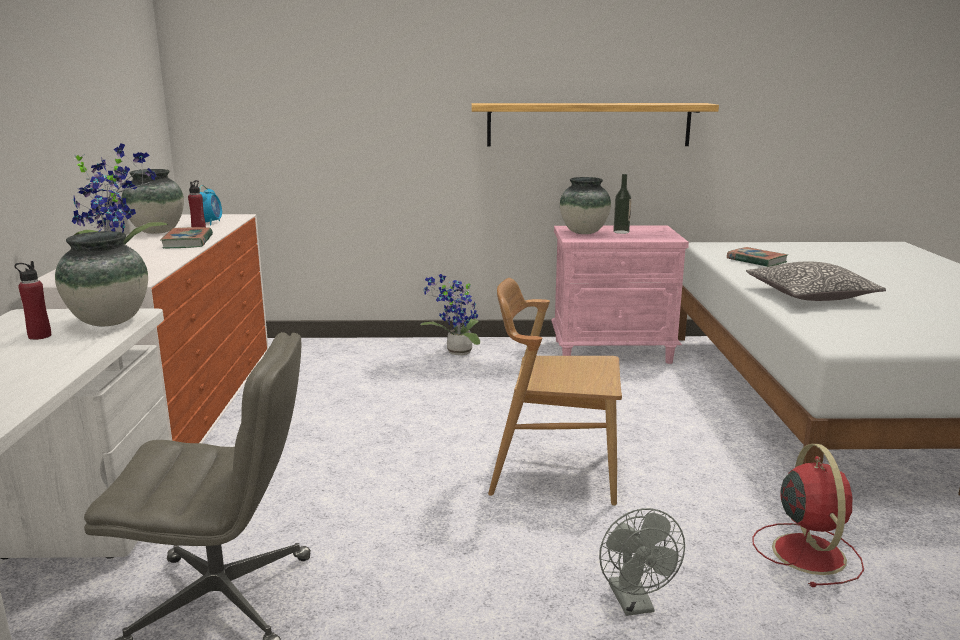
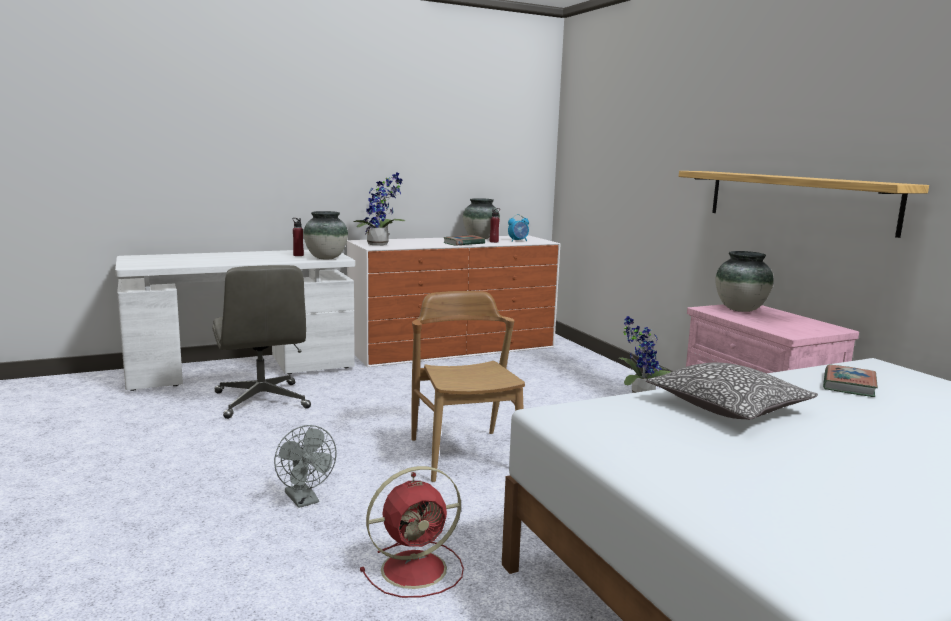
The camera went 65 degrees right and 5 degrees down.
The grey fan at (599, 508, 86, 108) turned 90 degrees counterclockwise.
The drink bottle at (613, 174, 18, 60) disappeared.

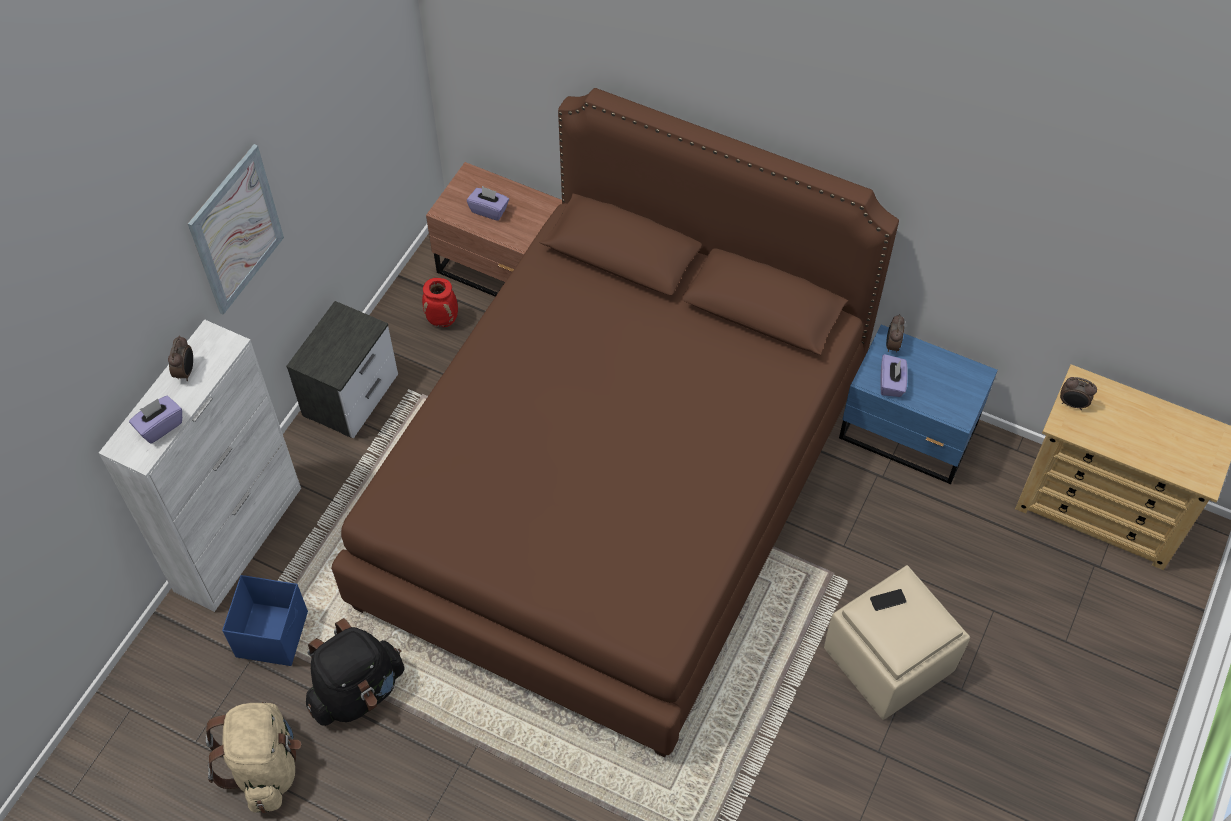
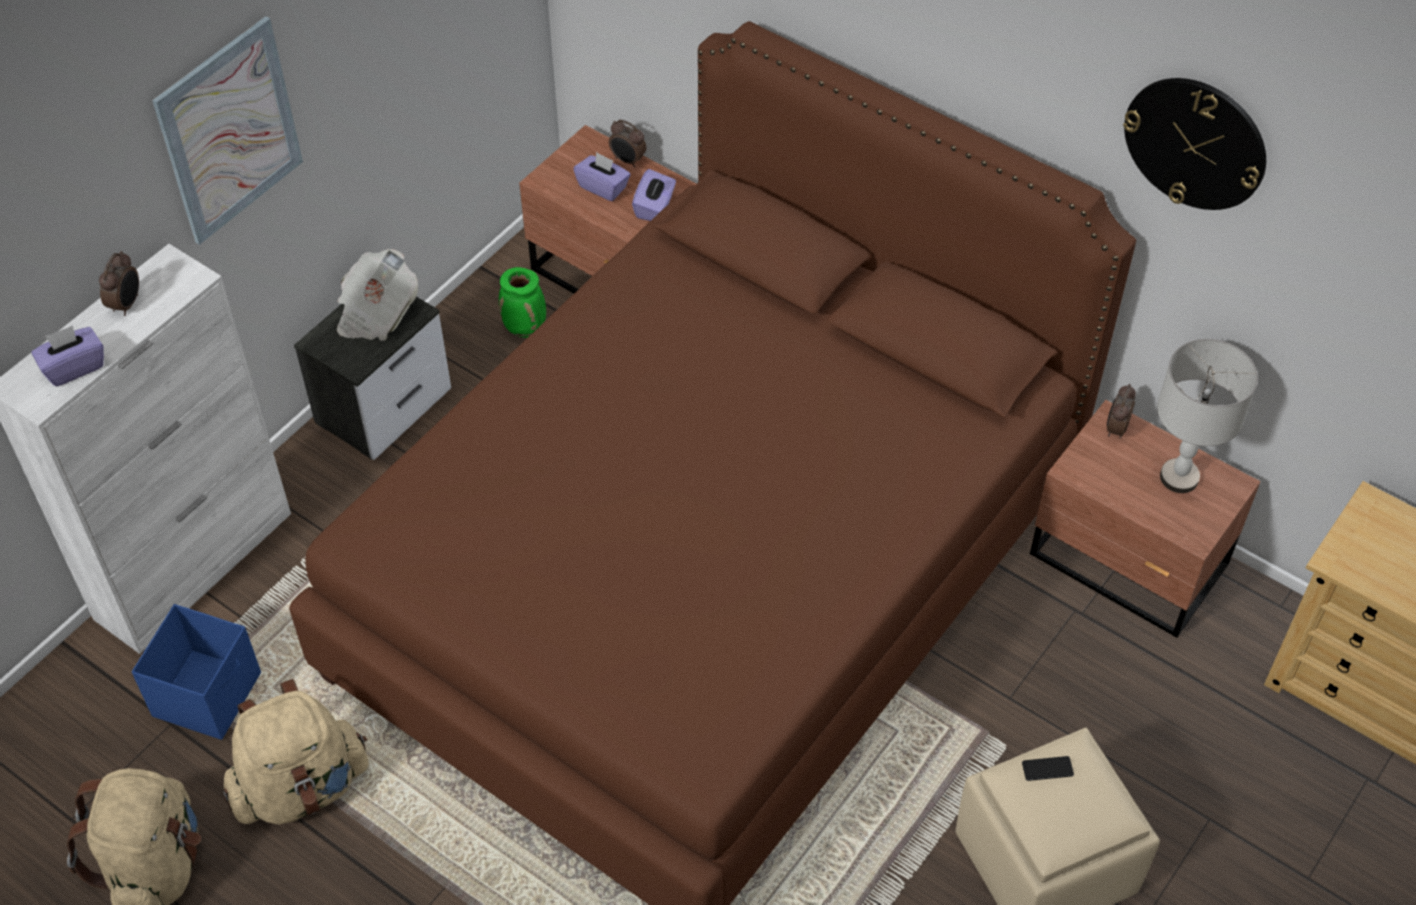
The camera went 10 degrees right and 5 degrees down.
The blackish rucksack at (306, 618, 98, 108) became the beige-coloured rucksack at (223, 679, 146, 145).
The daily paper at (337, 249, 81, 92) appeared.
The red-coloured flower vase at (422, 278, 36, 49) became the green flower vase at (499, 267, 47, 71).
The bedside clock moved from (1060, 377, 37, 33) to (609, 119, 37, 48).
The purple-coloured box of tissues moved from (880, 354, 28, 43) to (632, 169, 44, 52).
The bluish bedside table at (839, 324, 159, 160) became the brown bedside table at (1030, 400, 231, 238).
The clock on the wall at (1123, 78, 143, 132) appeared.
The grey lamp for a table at (1157, 339, 101, 154) appeared.

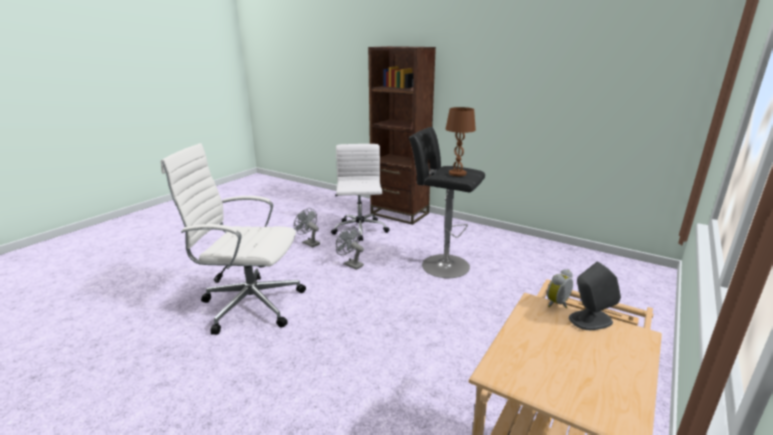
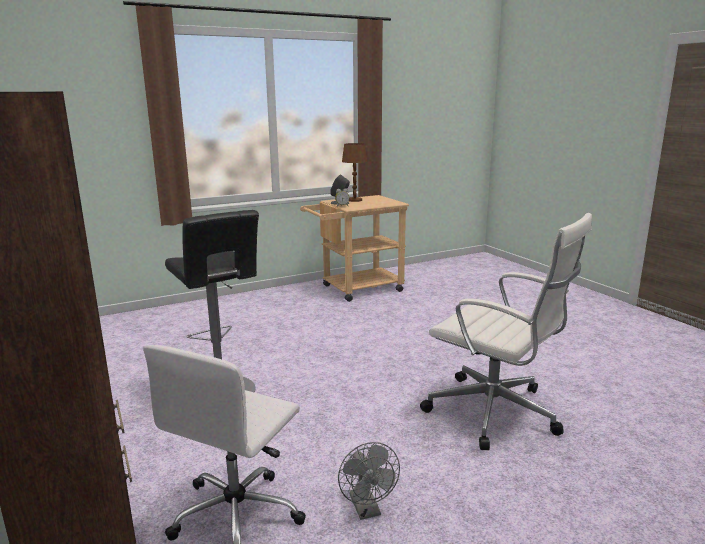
The camera went 150 degrees left and 5 degrees down.
The brown lamp for a table moved from (446, 107, 30, 69) to (342, 143, 25, 59).
The grey fan at (336, 227, 28, 43) disappeared.

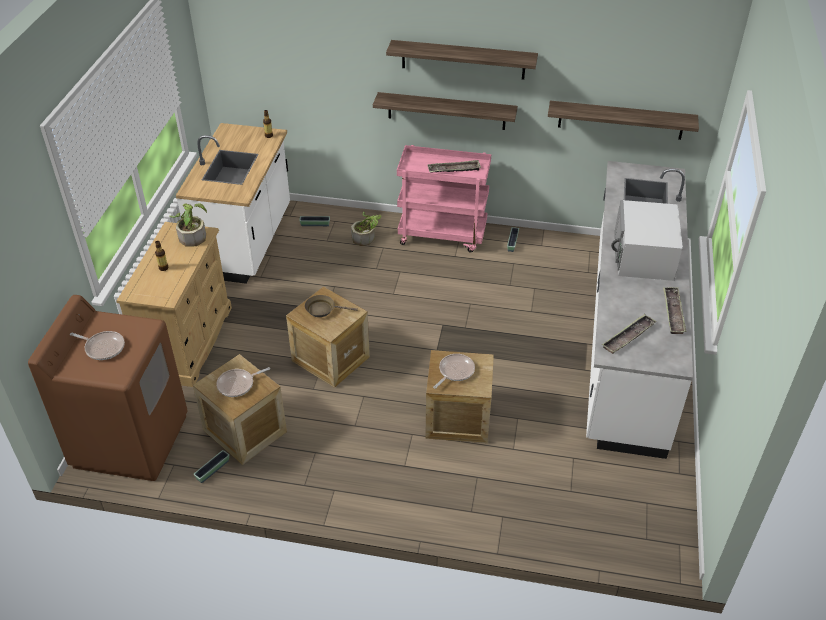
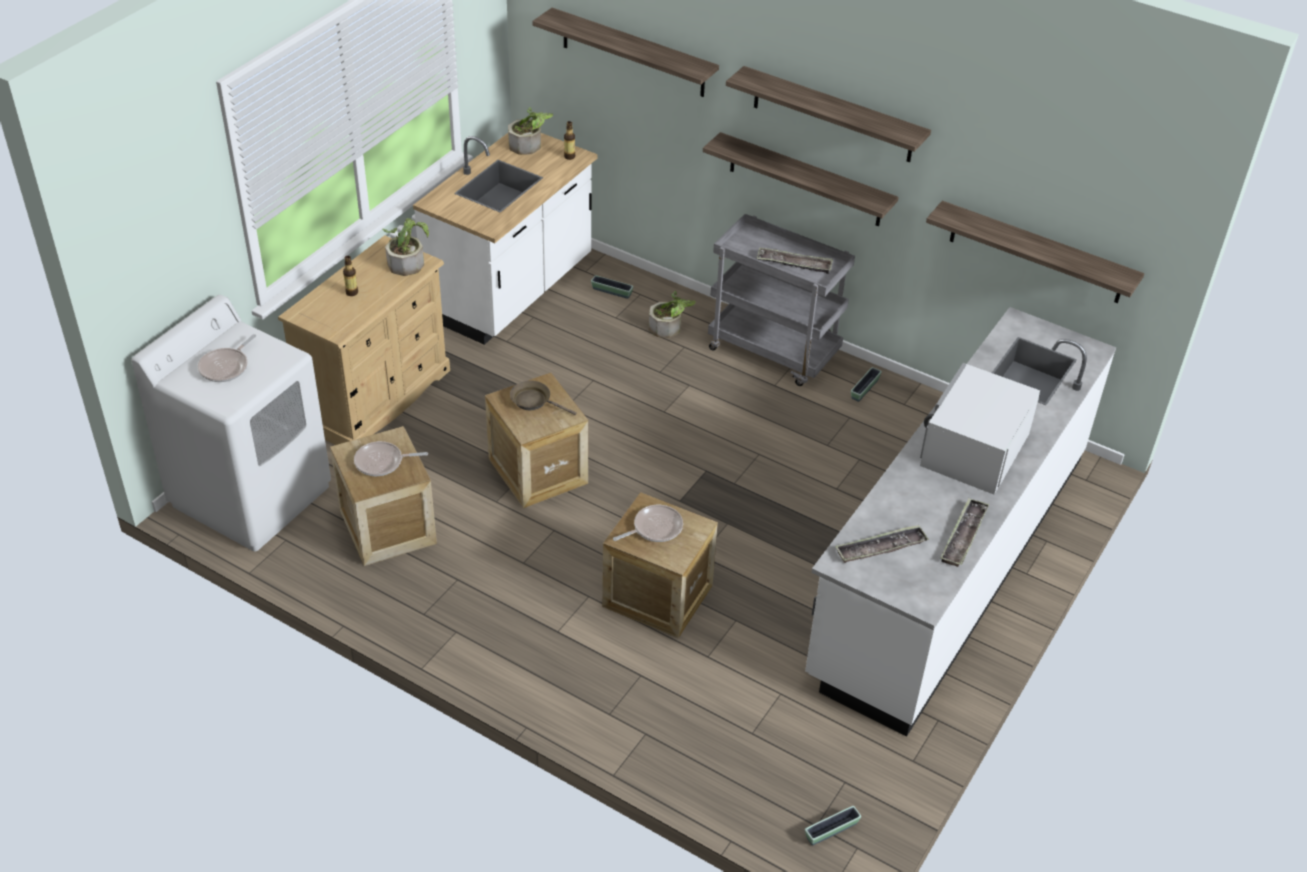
The camera went 20 degrees right and 0 degrees up.
The brown laundry appliance at (28, 295, 159, 186) became the white-coloured laundry appliance at (132, 295, 199, 257).
The skillet at (70, 331, 55, 29) turned 75 degrees clockwise.
The houseplant at (508, 107, 45, 48) appeared.
The wall shelf at (532, 8, 187, 89) appeared.
The pinkish cart at (397, 145, 94, 107) became the grey cart at (708, 214, 147, 172).
The planter moved from (194, 450, 35, 33) to (805, 806, 56, 39).

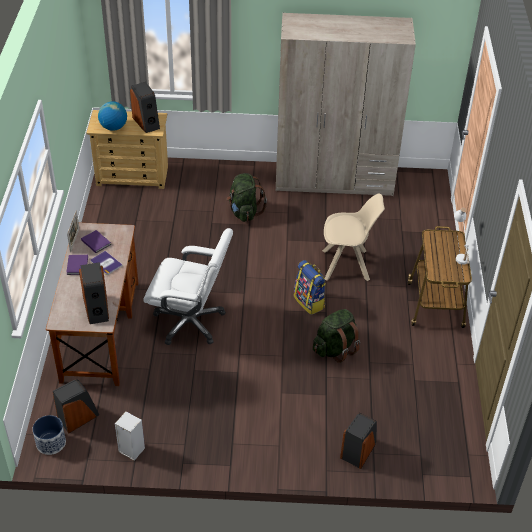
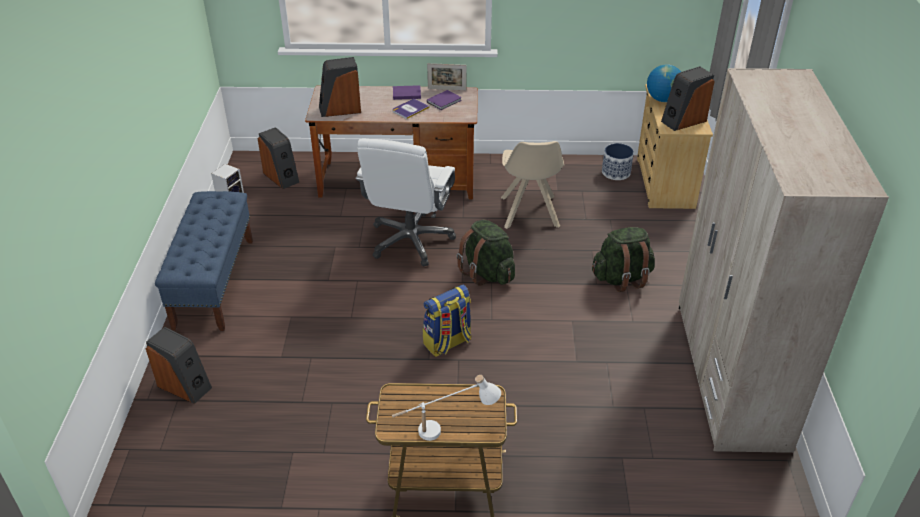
The camera went 90 degrees right and 5 degrees down.
The bluish bench at (155, 191, 98, 140) appeared.
The green rucksack moved from (313, 309, 47, 54) to (457, 219, 58, 67).
The beige-coloured plain chair moved from (322, 194, 63, 87) to (501, 141, 63, 88).
The planter moved from (33, 415, 33, 40) to (602, 143, 32, 37).

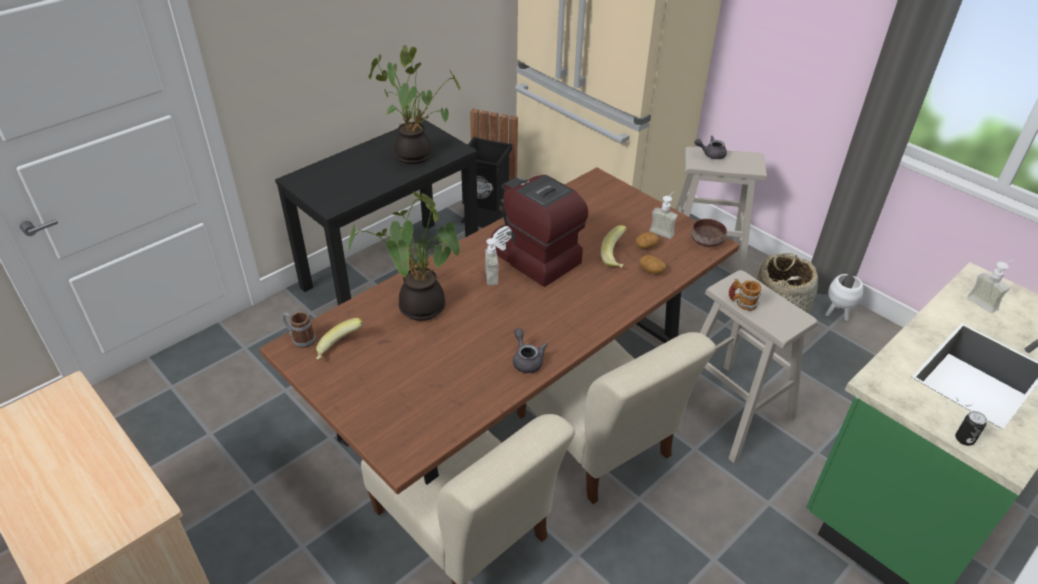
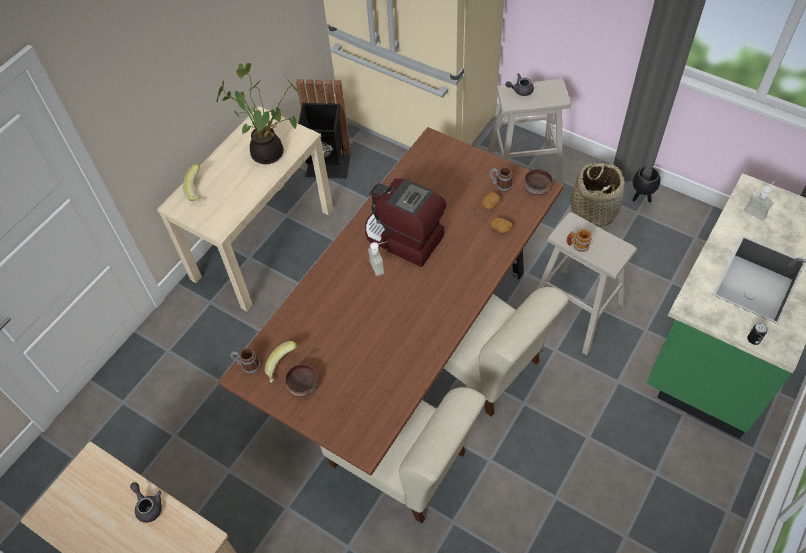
The camera went 10 degrees left and 15 degrees up.
The grey teapot moved from (513, 328, 34, 45) to (130, 482, 32, 41).
The blackish narrow table at (275, 119, 203, 186) became the beige-coloured narrow table at (157, 106, 176, 206).
The whole banana moved from (601, 225, 26, 43) to (183, 164, 19, 38).
The brown serving bowl at (285, 364, 34, 33) appeared.
The soap dispenser at (649, 191, 29, 48) was replaced by the mug at (490, 167, 22, 25).
The white-coloured planter at (825, 274, 38, 47) became the blackish planter at (632, 167, 28, 35).
The houseplant at (348, 192, 112, 129) disappeared.

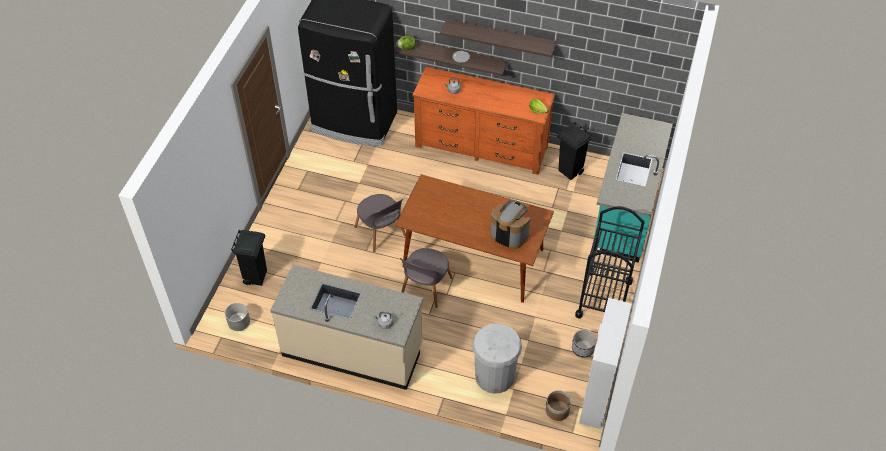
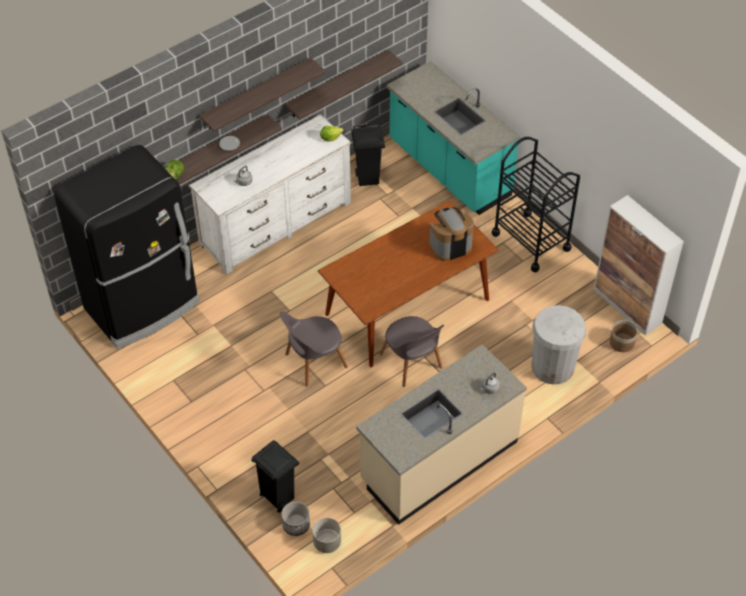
The camera went 55 degrees left and 0 degrees up.
The orange-coloured dresser at (412, 67, 143, 108) became the white-coloured dresser at (189, 114, 162, 160).
The grey plain chair at (354, 194, 52, 58) turned 150 degrees clockwise.
The planter moved from (572, 329, 24, 29) to (281, 501, 29, 35).
The wall shelf at (285, 50, 118, 70) appeared.

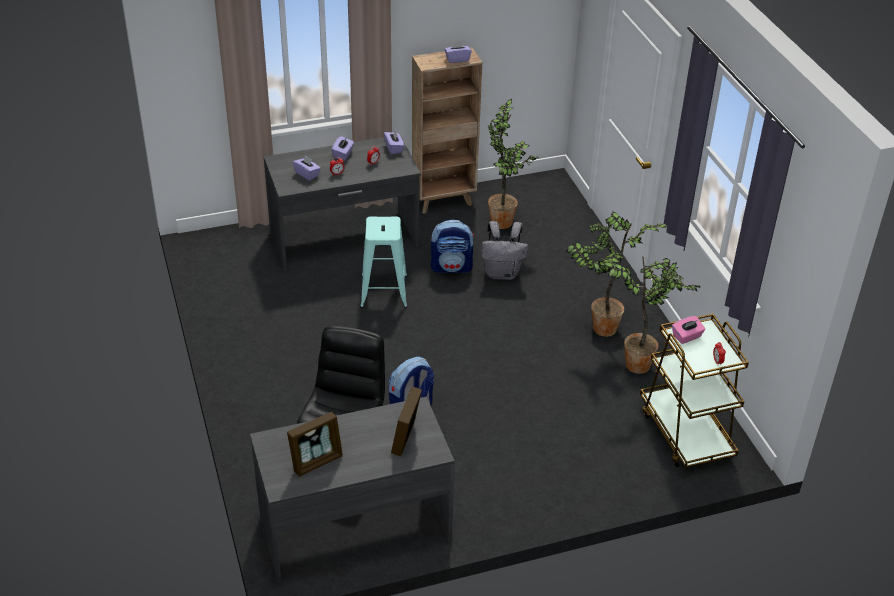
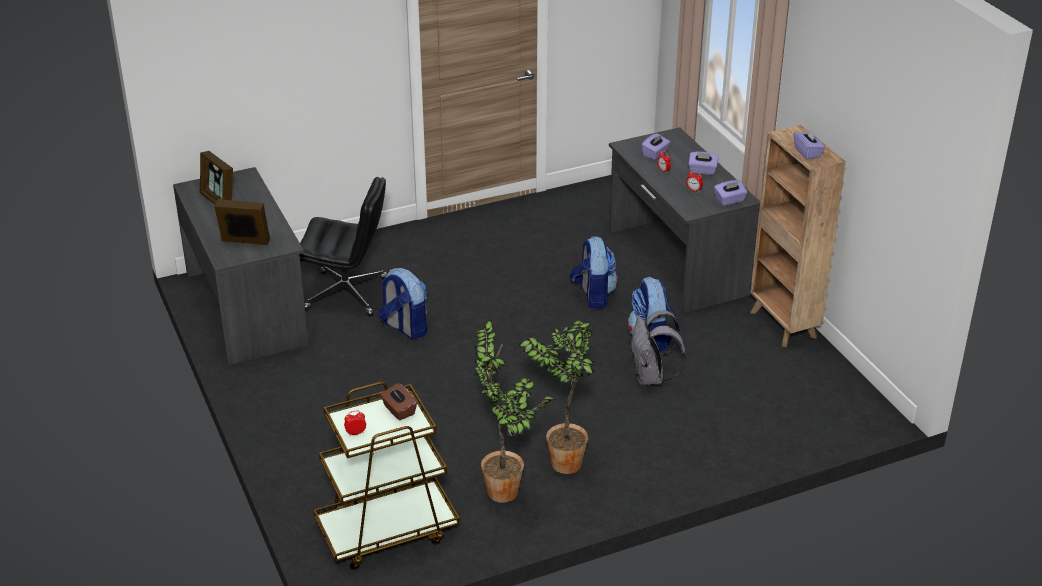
The camera went 85 degrees right and 5 degrees down.
The pinkish box of tissues at (672, 316, 33, 28) became the brown box of tissues at (380, 383, 37, 37).
The turquoise-coloured sitting stool at (360, 216, 47, 92) was replaced by the rucksack at (570, 236, 48, 73).
The houseplant at (488, 99, 51, 130) disappeared.

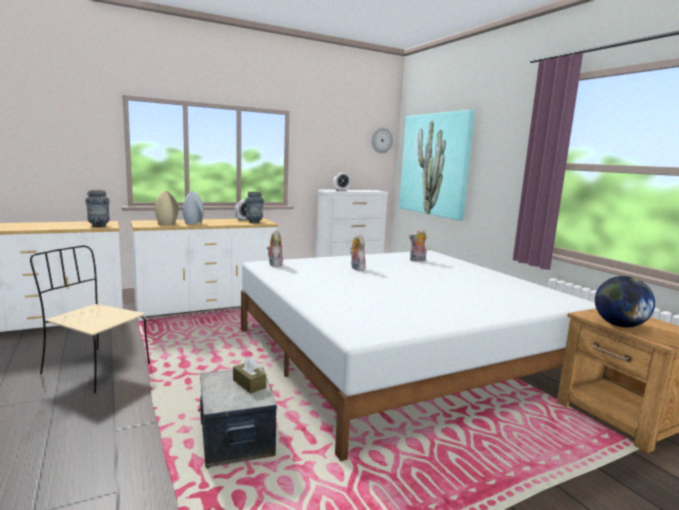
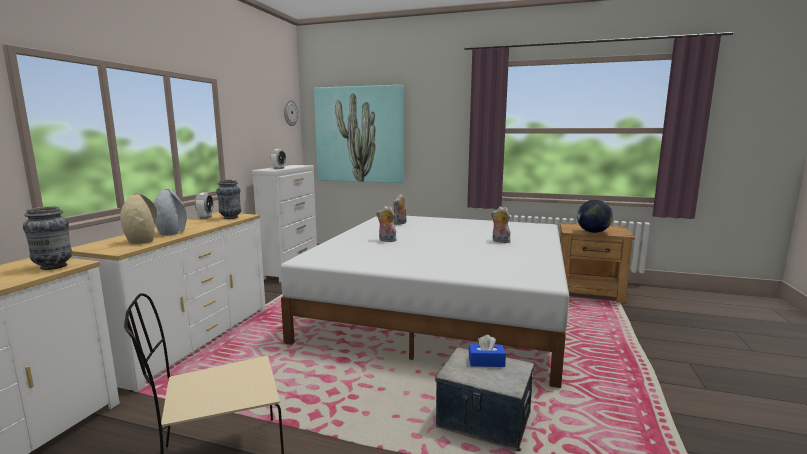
The camera went 45 degrees left and 0 degrees up.
The brown box of tissues at (233, 357, 33, 37) became the bluish box of tissues at (469, 335, 37, 32).
The plush toy moved from (267, 229, 16, 38) to (491, 207, 19, 36).

